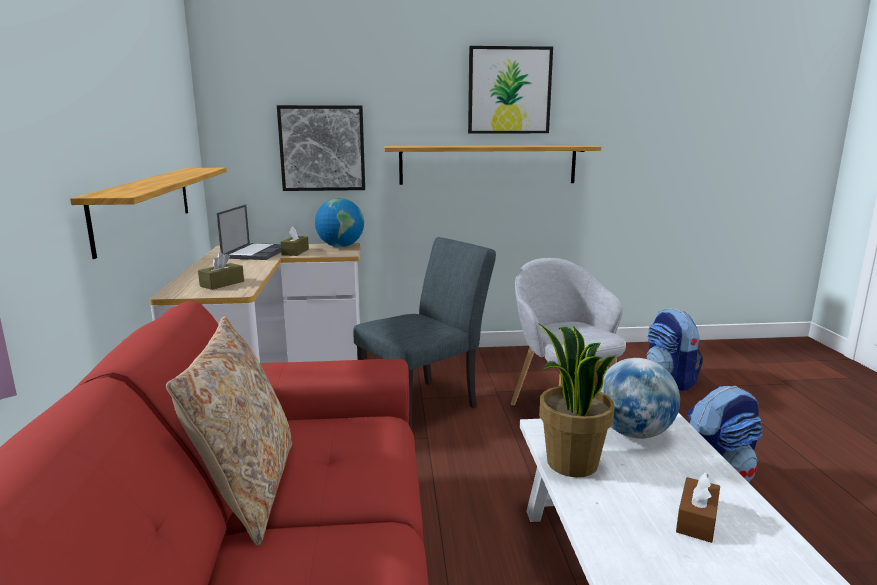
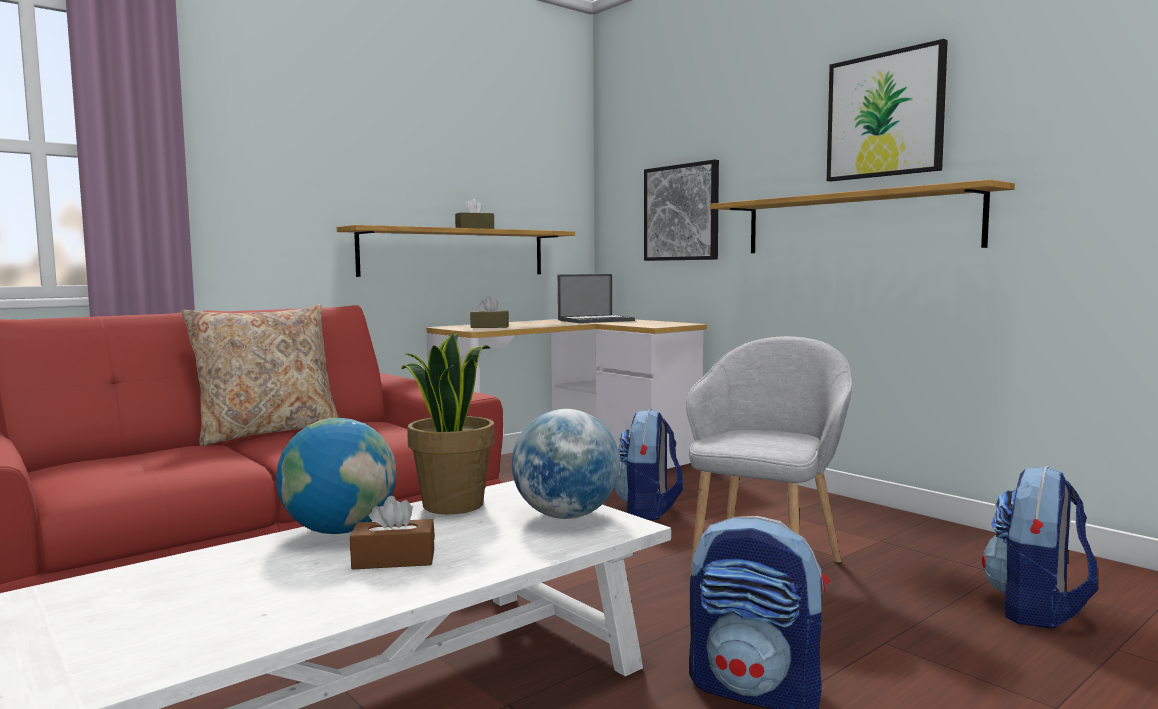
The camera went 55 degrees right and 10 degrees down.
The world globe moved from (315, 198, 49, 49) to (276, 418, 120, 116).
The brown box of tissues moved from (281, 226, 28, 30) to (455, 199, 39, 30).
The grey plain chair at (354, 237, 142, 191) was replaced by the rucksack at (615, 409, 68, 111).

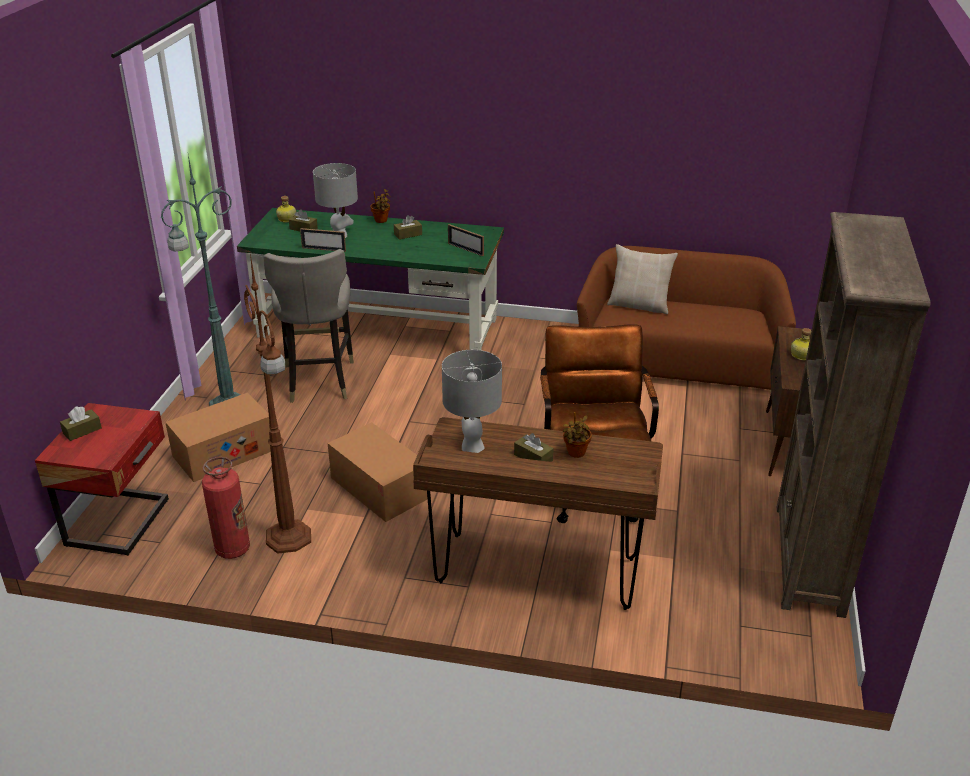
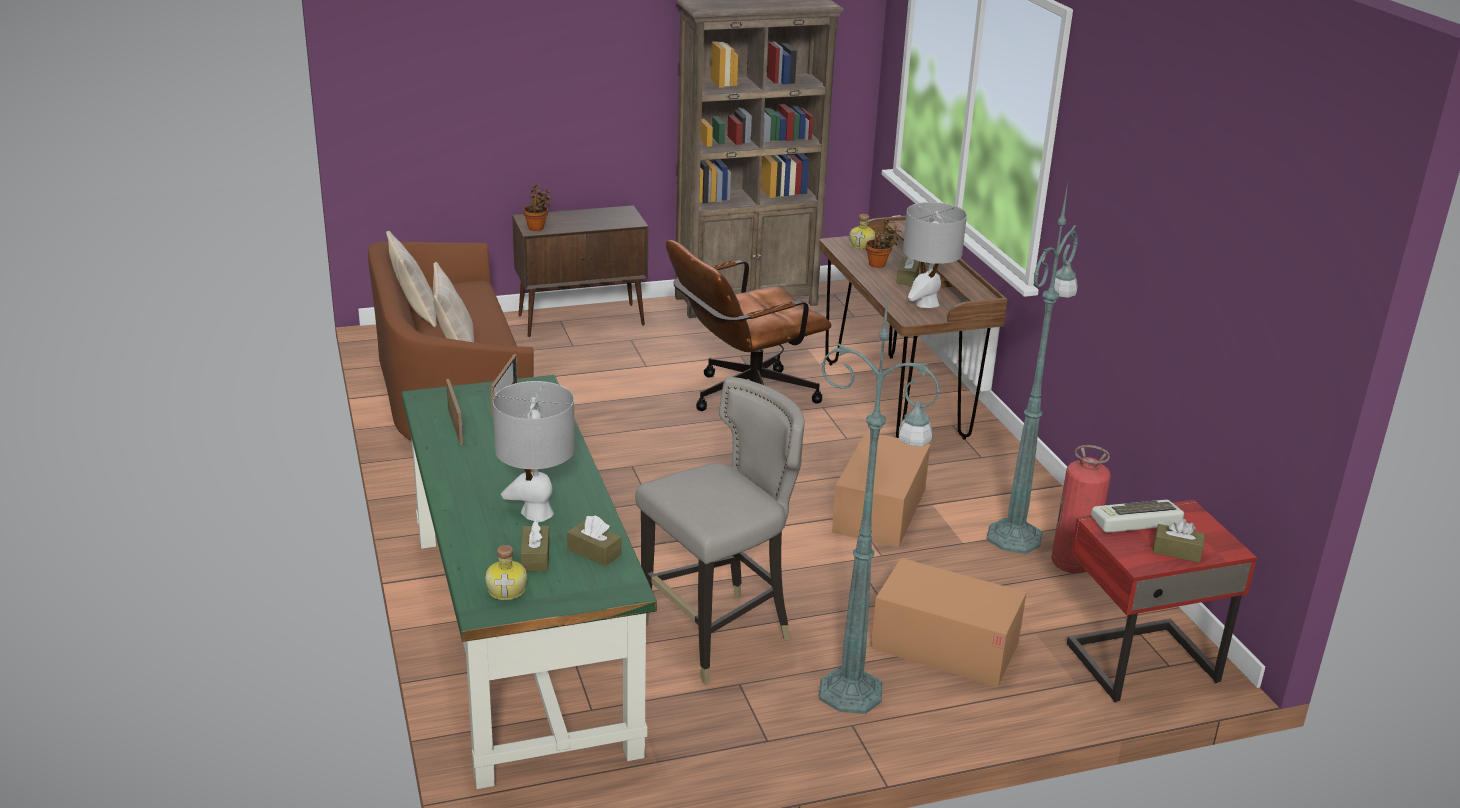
The camera went 120 degrees left and 5 degrees down.
The beige-coloured throw pillow at (386, 231, 51, 96) appeared.
The photo frame moved from (300, 228, 46, 24) to (446, 379, 17, 66).
The houseplant moved from (370, 189, 21, 34) to (523, 184, 29, 47).
The brown box of tissues moved from (394, 215, 28, 25) to (567, 515, 55, 51).
The drink bottle moved from (791, 328, 20, 32) to (849, 214, 26, 35).
The brown standard lamp at (244, 254, 67, 300) became the green standard lamp at (986, 183, 92, 371).
The PC keyboard at (1091, 500, 93, 33) appeared.

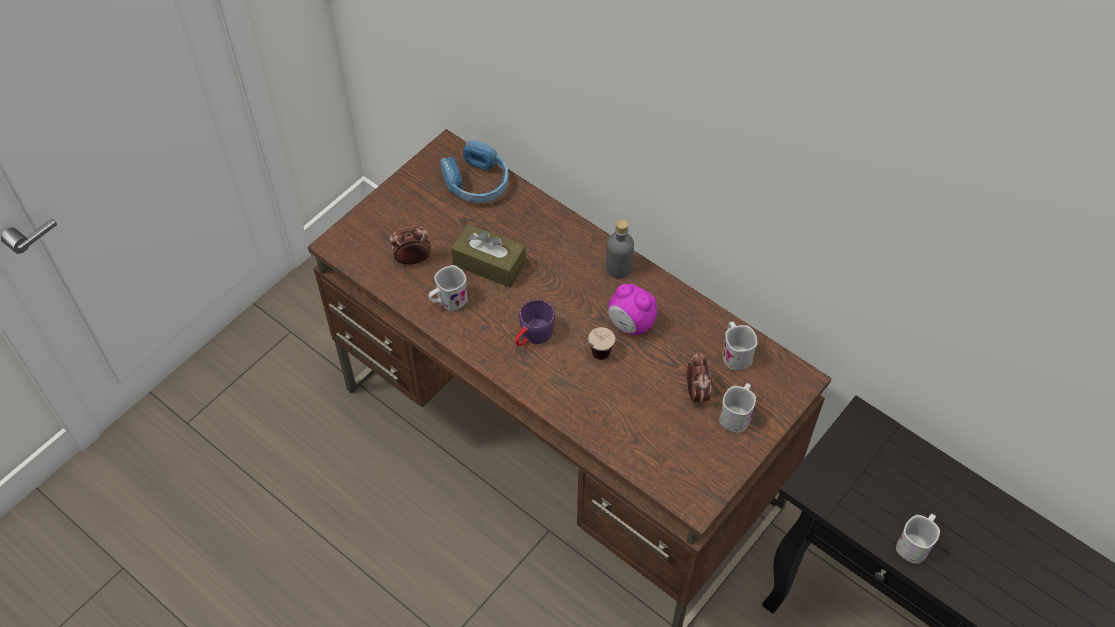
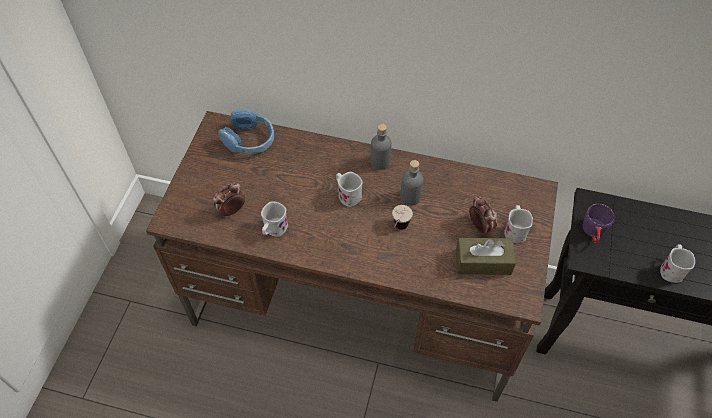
The camera went 25 degrees left and 0 degrees up.
The white-coloured mug moved from (722, 321, 36, 49) to (336, 172, 27, 35).
The bedside clock at (608, 284, 49, 51) was replaced by the grey drink bottle at (400, 160, 23, 46).
The brown box of tissues moved from (451, 224, 75, 64) to (456, 238, 60, 37).
The purple-coloured mug moved from (515, 300, 40, 46) to (582, 204, 32, 39).

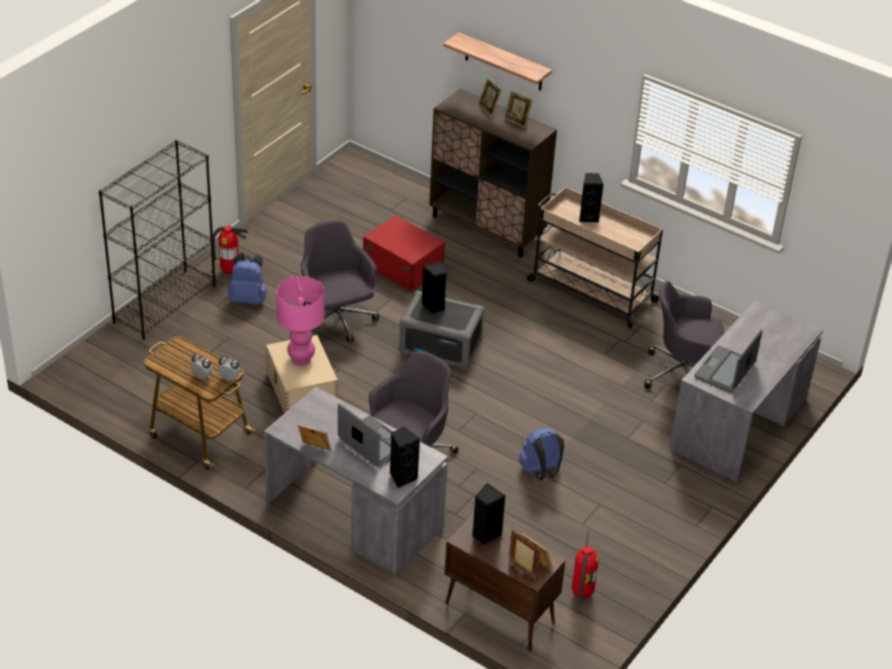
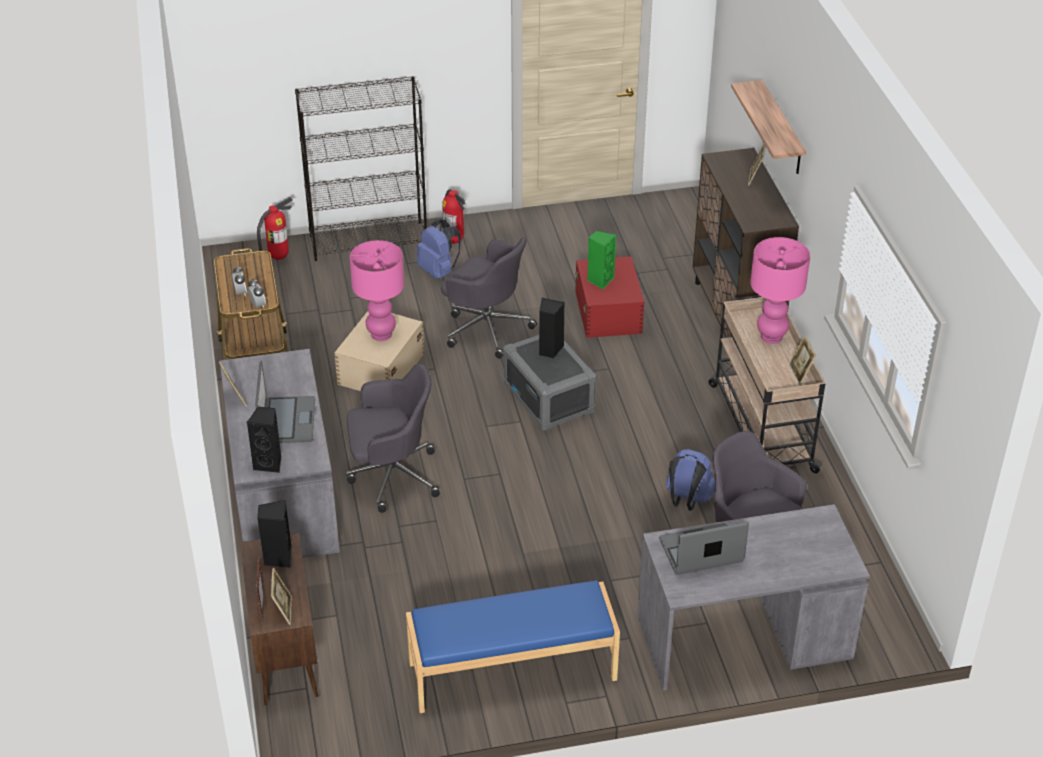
The camera went 45 degrees right and 0 degrees up.
The fire extinguisher moved from (572, 529, 27, 74) to (257, 197, 36, 63).
The bluish bench at (406, 580, 214, 133) appeared.
The grey desk chair at (301, 220, 78, 122) turned 105 degrees clockwise.
The green audio speaker at (587, 231, 29, 58) appeared.
The bluish rucksack moved from (519, 427, 45, 53) to (666, 449, 49, 62).
The blackish audio speaker at (579, 173, 25, 49) was replaced by the pinkish lamp for a table at (750, 237, 60, 107).
The photo frame moved from (504, 90, 29, 38) to (789, 334, 27, 51).

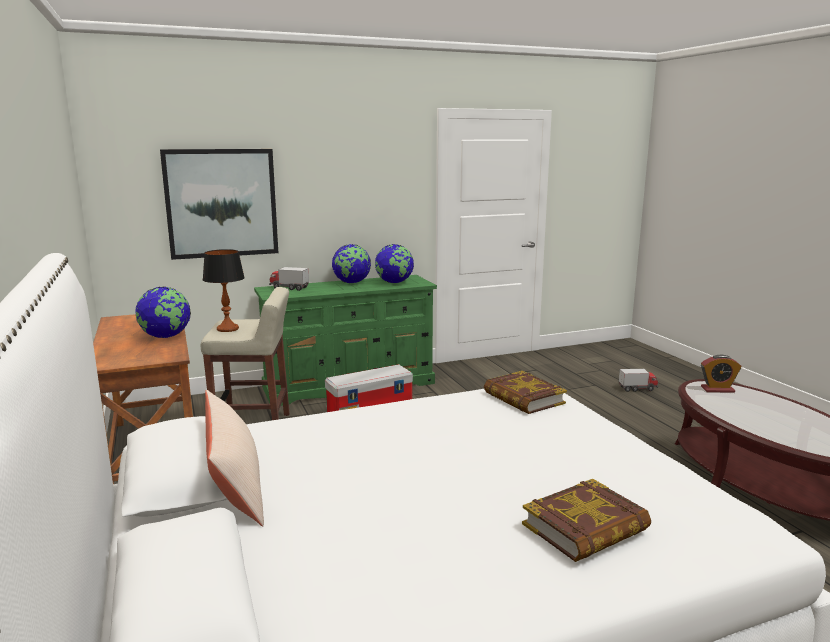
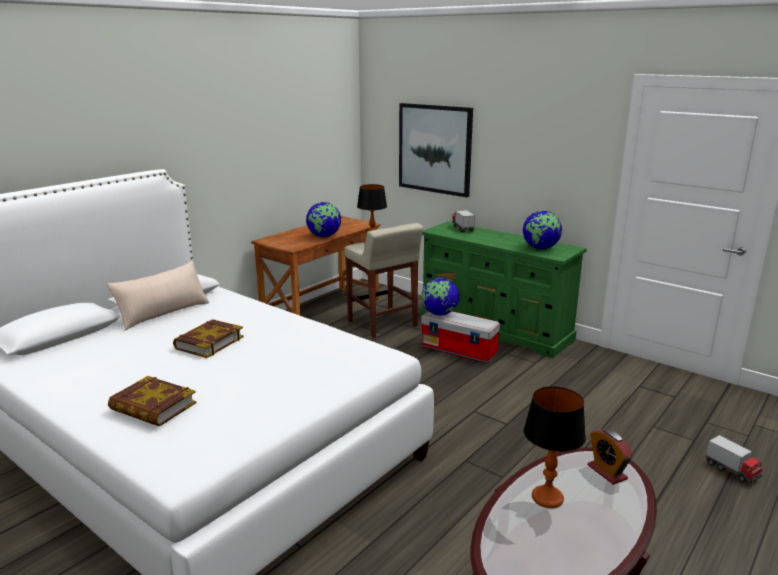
The camera went 60 degrees right and 5 degrees up.
The book moved from (484, 371, 83, 43) to (173, 319, 71, 39).
The world globe moved from (332, 244, 39, 39) to (421, 278, 38, 37).
The lamp for a table at (524, 386, 62, 122) appeared.

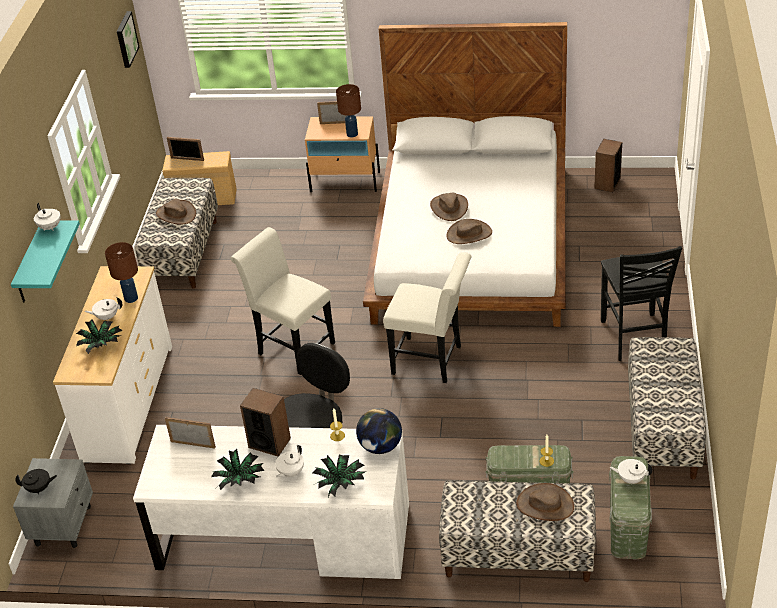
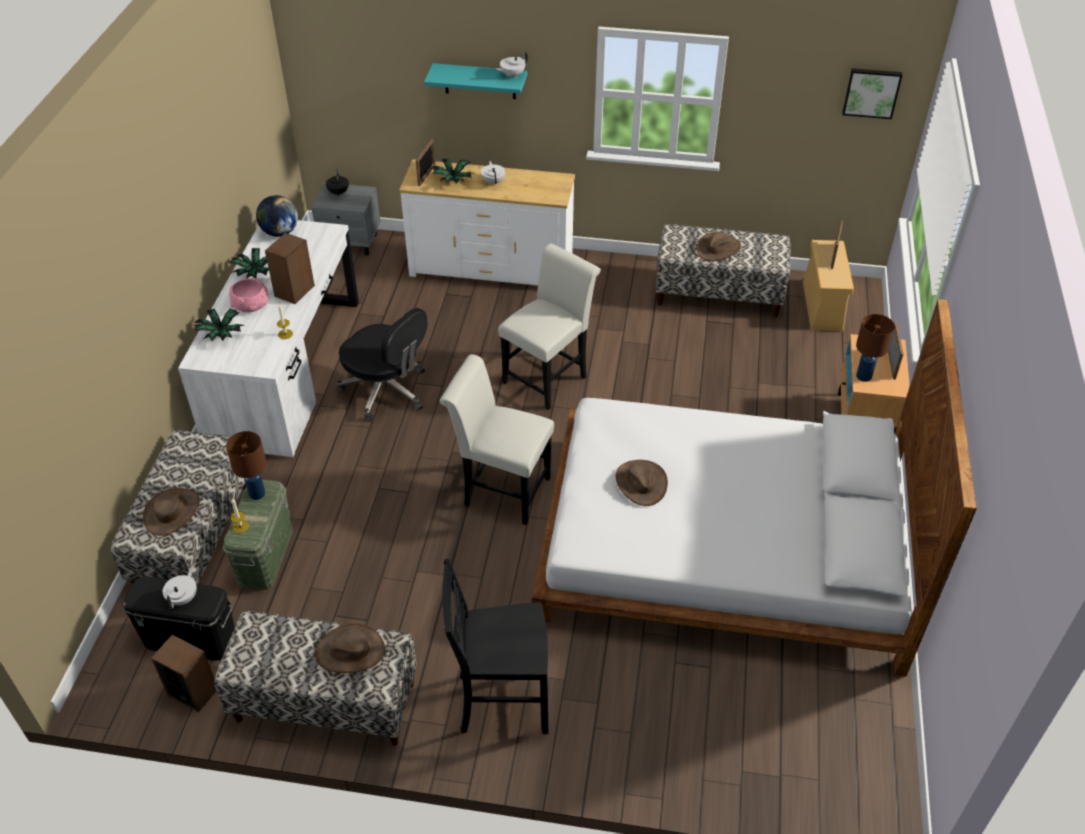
The camera went 90 degrees right and 5 degrees up.
The green storage box at (609, 456, 43, 103) became the blackish storage box at (123, 577, 112, 83).
The audio speaker moved from (594, 139, 28, 53) to (151, 635, 65, 77).
The brown lamp for a table moved from (105, 242, 33, 61) to (226, 431, 41, 69).
The white-coloured teapot at (275, 445, 29, 32) was replaced by the pinkish serving bowl at (230, 278, 38, 34).
The world globe moved from (356, 408, 46, 46) to (256, 195, 42, 42).
The brown wearable hat moved from (430, 193, 38, 28) to (316, 623, 69, 50).
The photo frame moved from (165, 417, 51, 31) to (416, 139, 20, 47).
The white-coloured plain chair at (383, 252, 89, 131) turned 90 degrees clockwise.

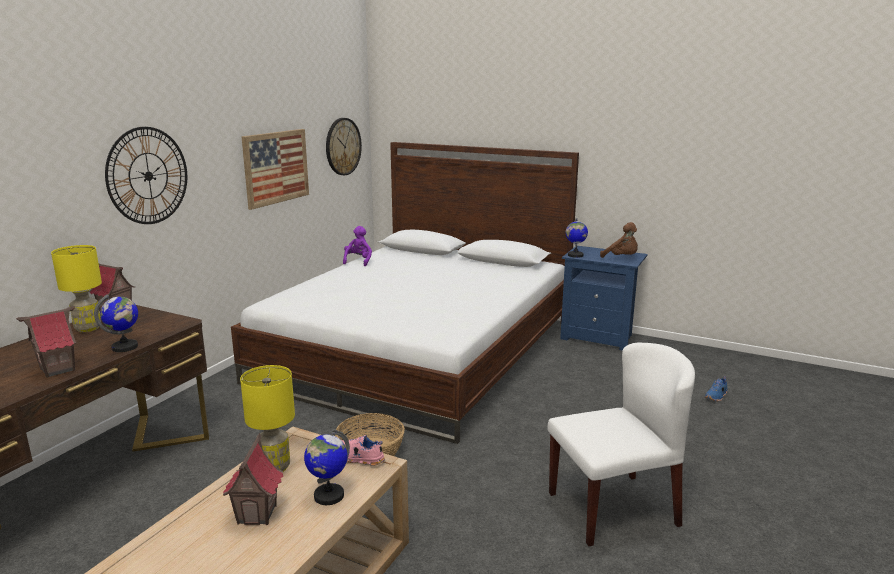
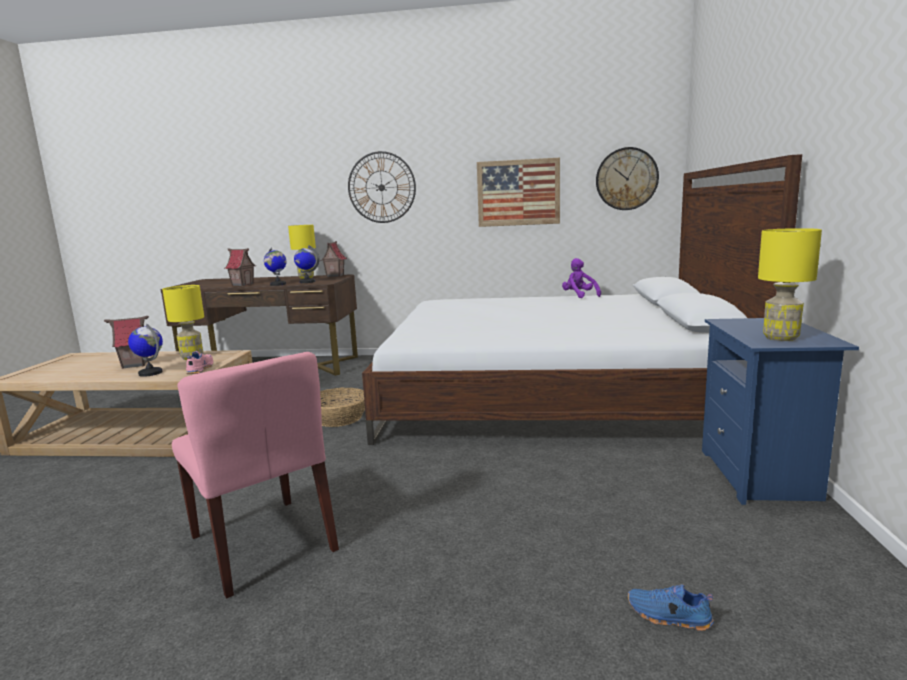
The camera went 70 degrees right and 5 degrees down.
The white-coloured plain chair at (547, 342, 148, 204) became the pinkish plain chair at (172, 352, 167, 247).
The world globe moved from (566, 218, 22, 40) to (294, 245, 25, 38).
The purple-coloured plush toy at (343, 226, 29, 40) turned 105 degrees counterclockwise.
The brown plush toy at (600, 222, 38, 36) was replaced by the yellowish lamp for a table at (758, 228, 64, 113).

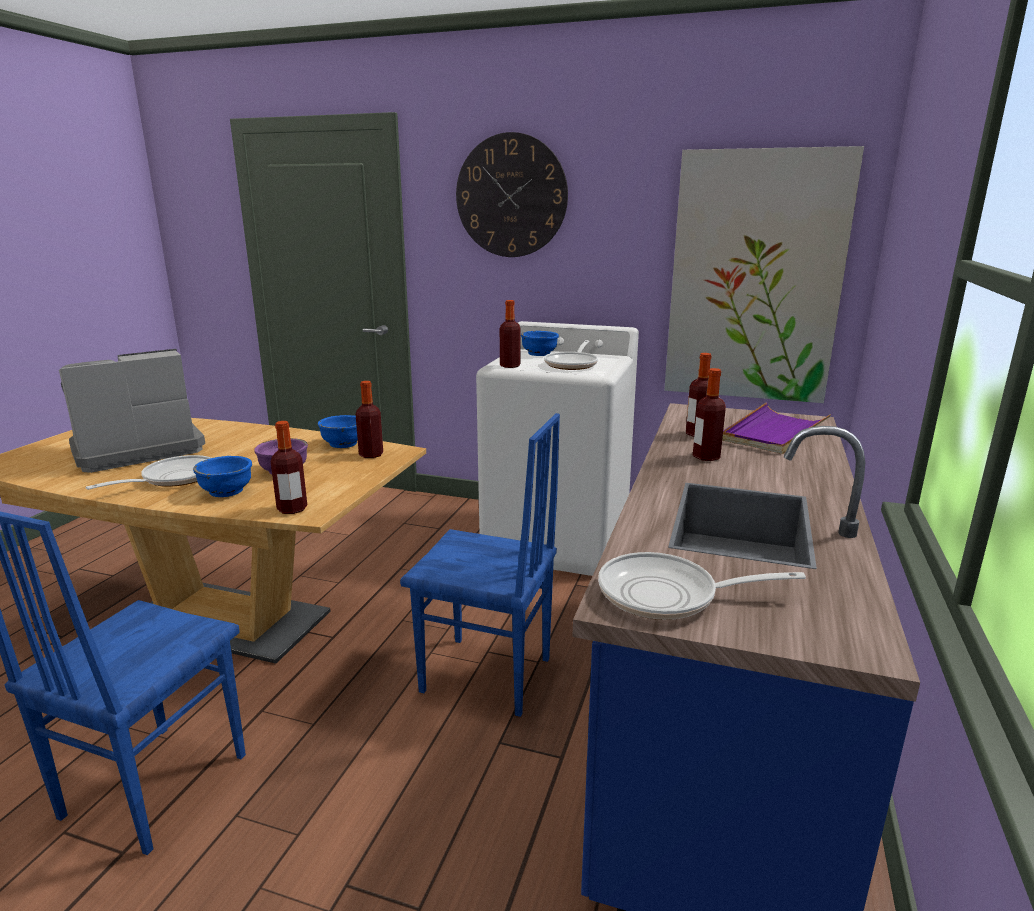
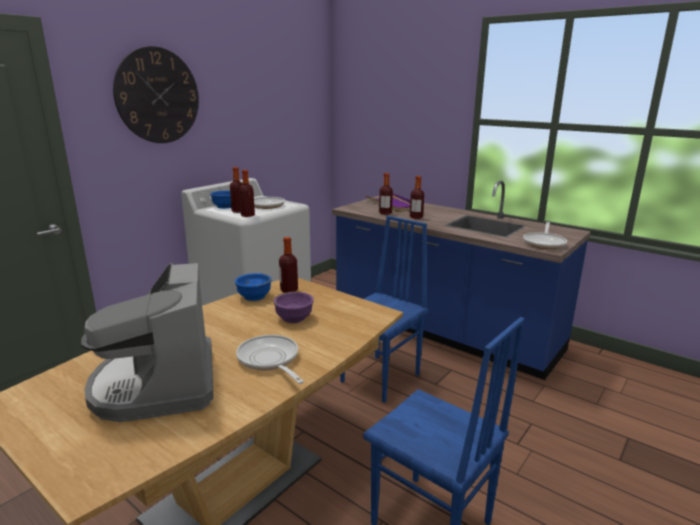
The camera went 70 degrees left and 0 degrees up.
The drink bottle moved from (271, 421, 36, 93) to (230, 167, 13, 46).
The bluish serving bowl at (193, 456, 59, 41) disappeared.
The wall art at (664, 146, 200, 257) disappeared.

